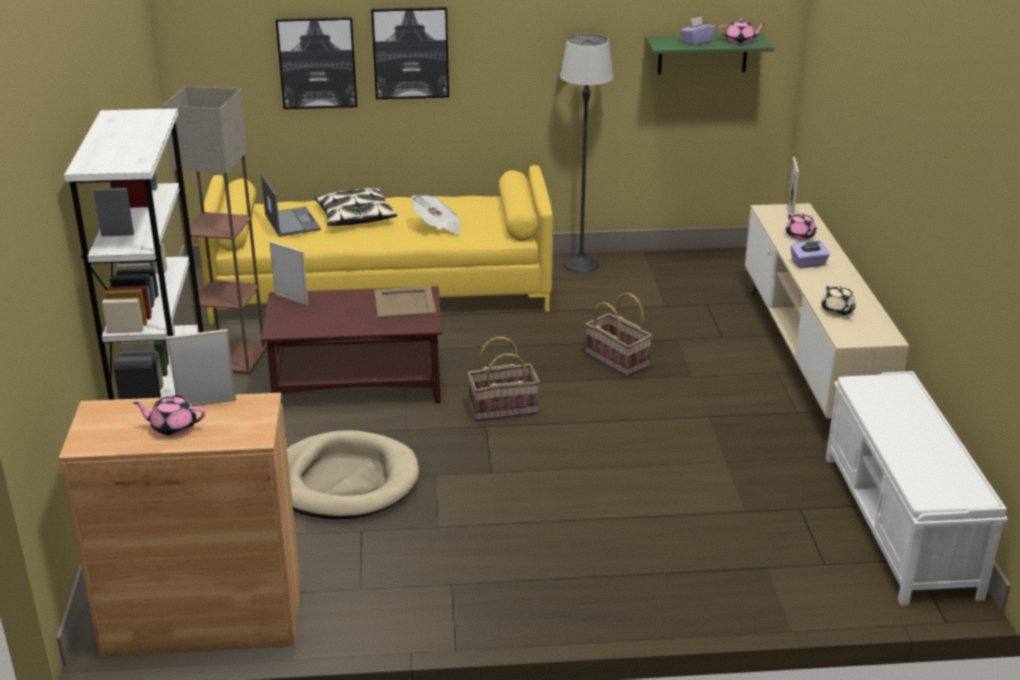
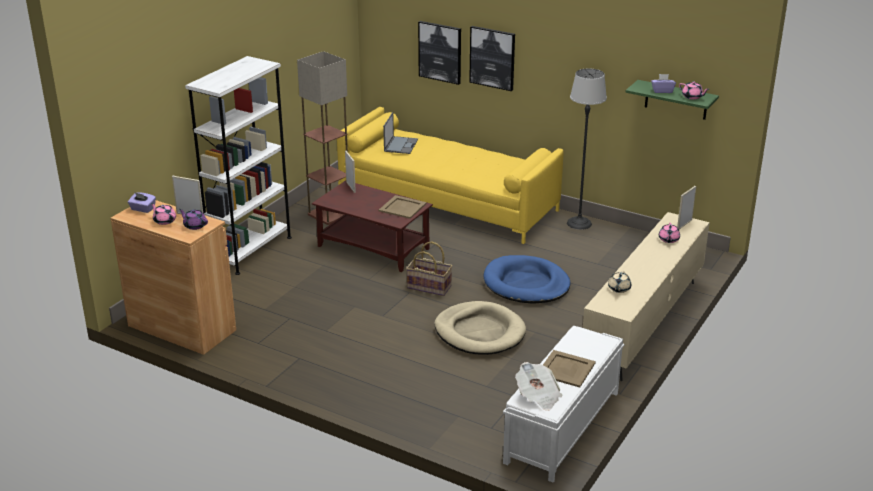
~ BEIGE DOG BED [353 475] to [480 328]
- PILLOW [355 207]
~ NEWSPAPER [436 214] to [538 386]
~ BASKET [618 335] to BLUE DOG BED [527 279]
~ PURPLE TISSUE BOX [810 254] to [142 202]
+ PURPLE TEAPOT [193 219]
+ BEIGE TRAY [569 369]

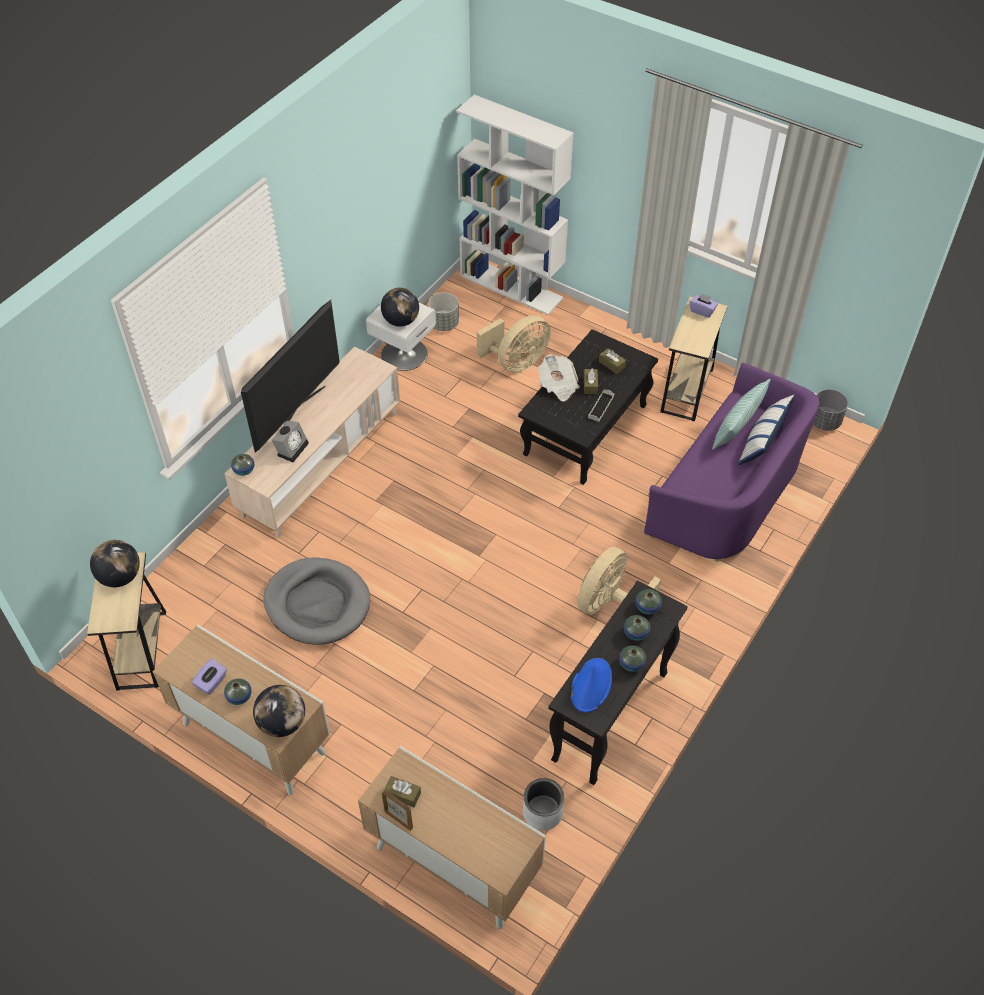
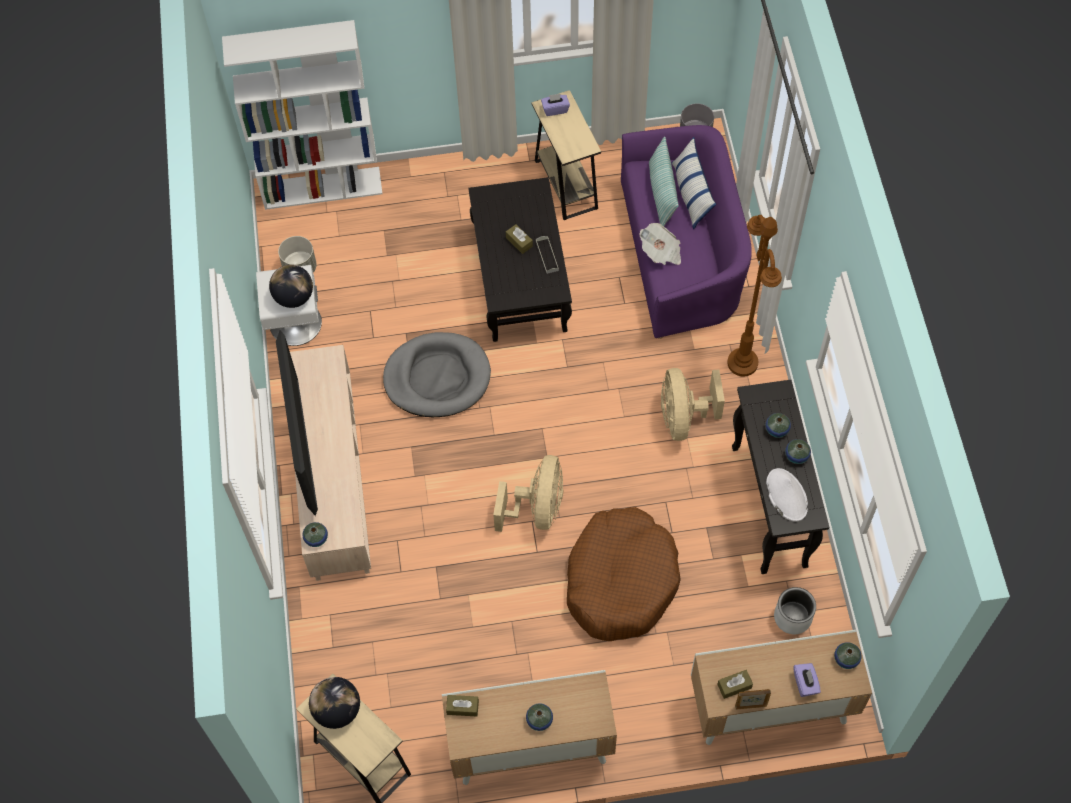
~ PURPLE TISSUE BOX [209 677] to [807 680]
- GLOBE [279 711]
~ GREY DOG BED [316 601] to [437 374]
- ALARM CLOCK [290 441]
~ BEIGE FAN [514 343] to [528 493]
~ NEWSPAPER [559 378] to [660 244]
~ BLUE HAT [591 685] to WHITE HAT [787 495]
~ BROWN TISSUE BOX [612 361] to [462 705]
~ VASE [649 601] to [848 655]
+ BROWN DOG BED [624 574]
+ BROWN FLOOR LAMP [754 296]

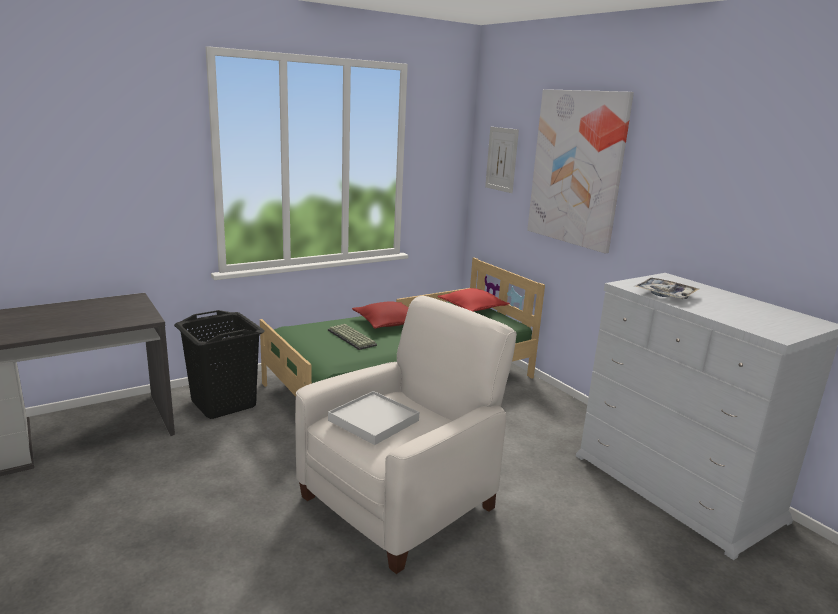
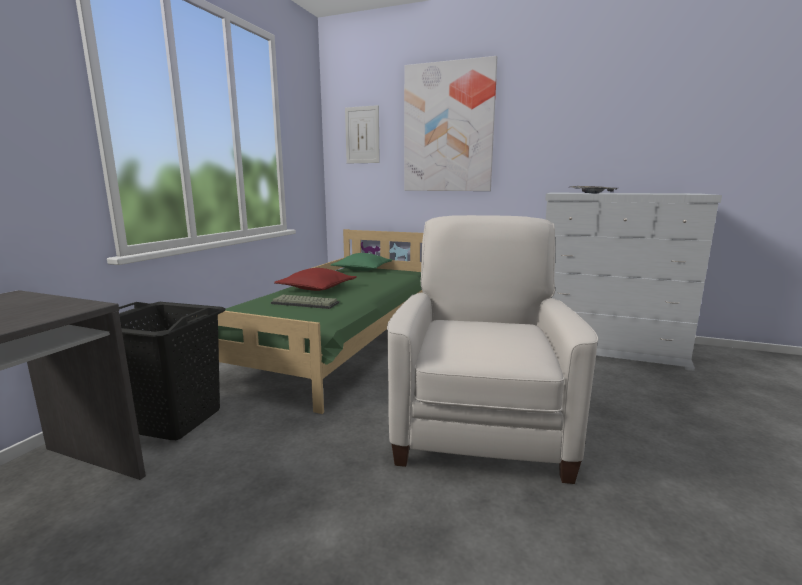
- WHITE TRAY [373 418]
~ RED PILLOW [473 300] to GREEN PILLOW [362 262]

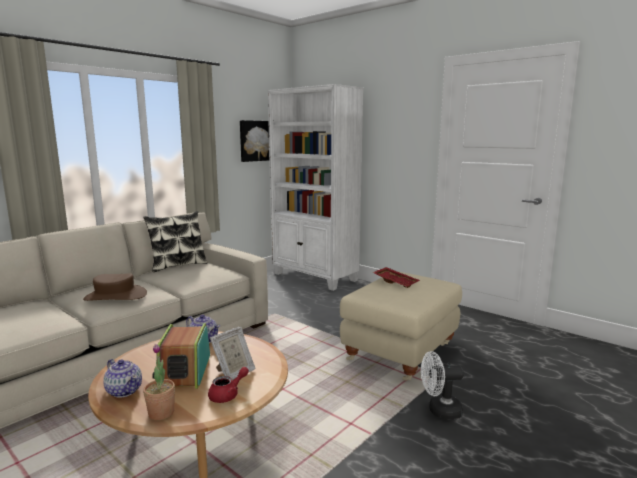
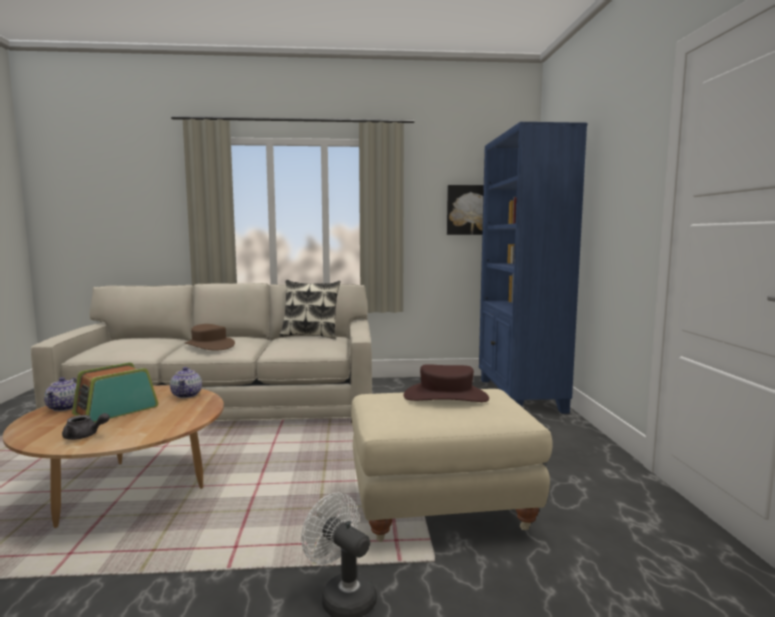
- POTTED PLANT [159 382]
~ RED TEAPOT [228 385] to GREY TEAPOT [86 426]
- PICTURE FRAME [232 353]
~ WHITE BOOKCASE [315 187] to BLUE BOOKCASE [533 268]
~ RED TRAY [396 277] to BROWN HAT [446 383]

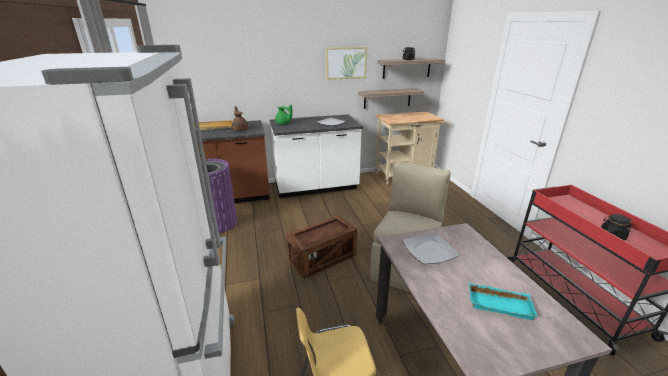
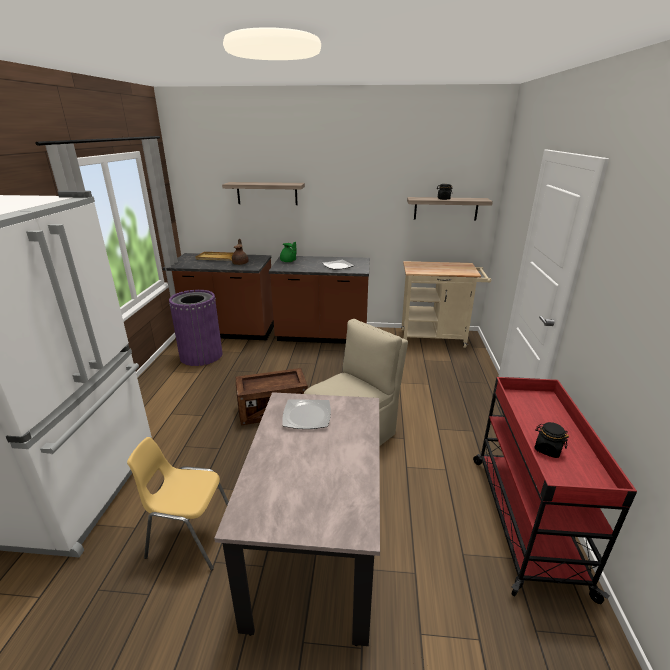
~ WHITE COUNTER [316 156] to BROWN COUNTER [319 300]
- PICTURE [346 63]
~ SHELF [391 98] to [263 193]
- TURQUOISE TRAY [503 301]

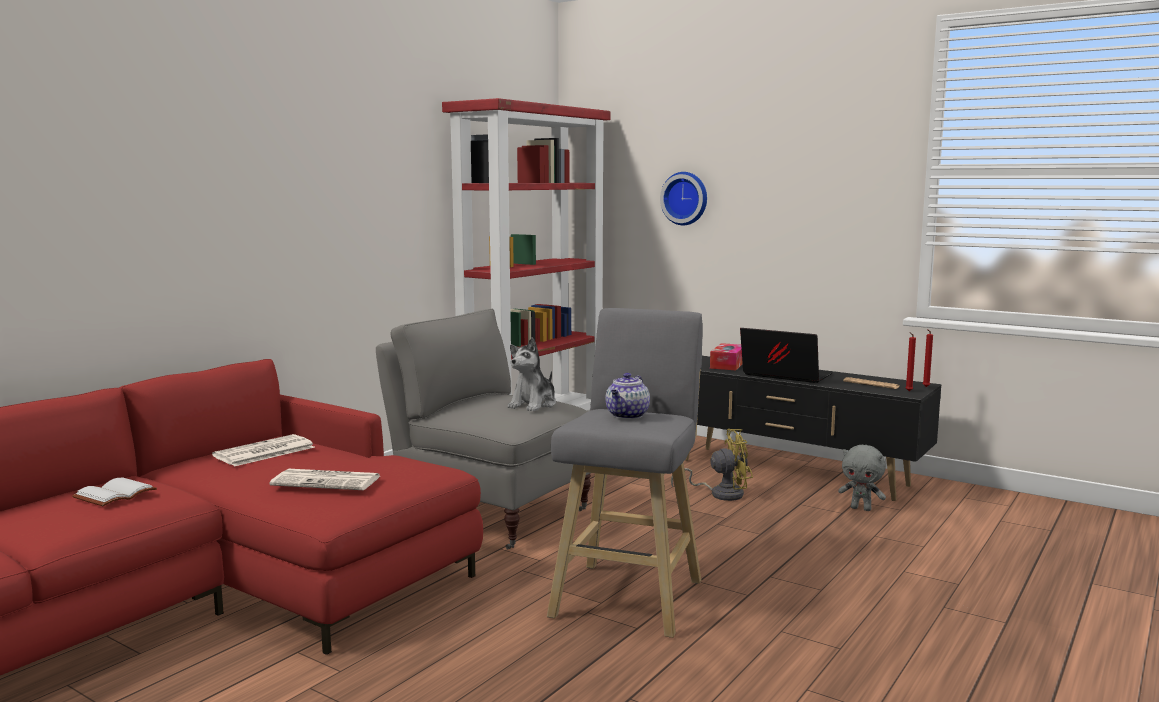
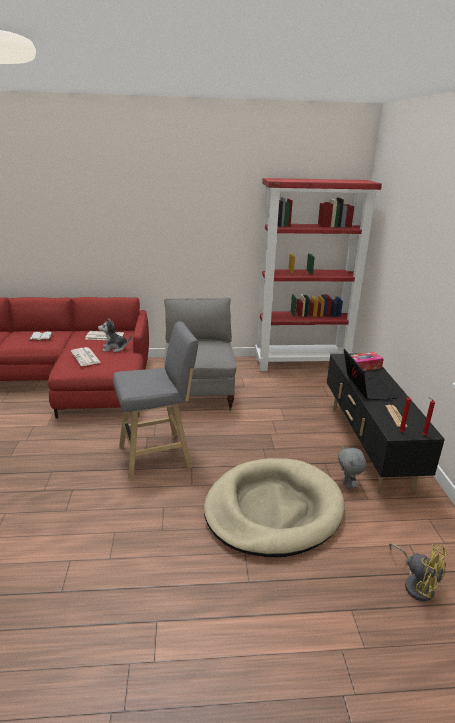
~ PLUSH TOY [532 374] to [114 335]
- TEAPOT [628 396]
- WALL CLOCK [683 198]
~ YELLOW FAN [712 465] to [419 572]
+ BEIGE DOG BED [274 507]

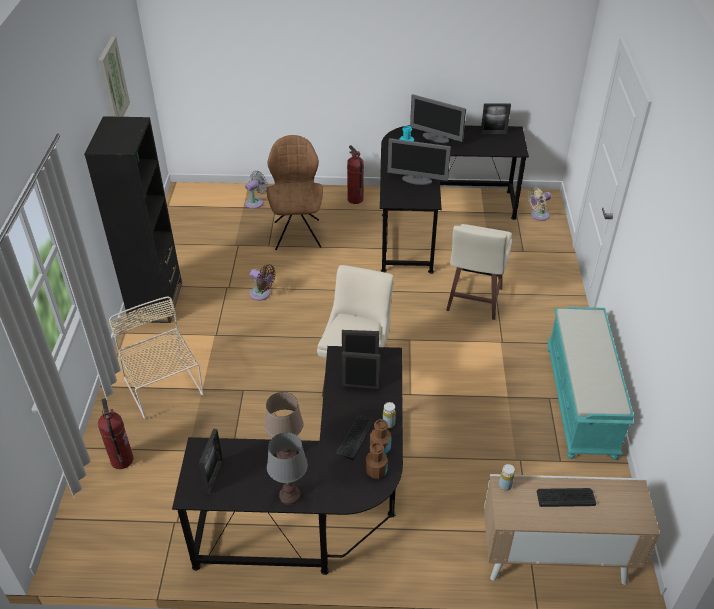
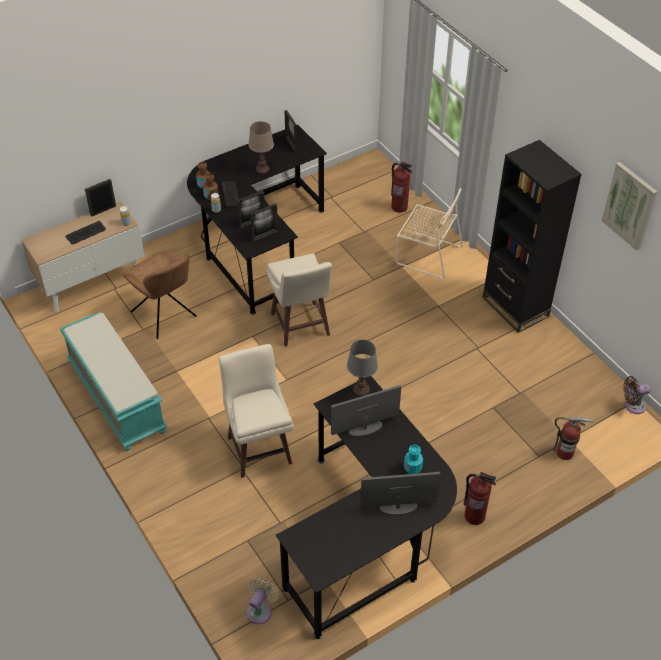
~ GREY FAN [256 190] to FIRE EXTINGUISHER [573 438]
~ BROWN FAN [263 282] to [637 395]
~ BROWN CHAIR [295 192] to [160 295]
~ GREY TABLE LAMP [287 468] to [362 368]
~ PICTURE FRAME [496 118] to [100 198]

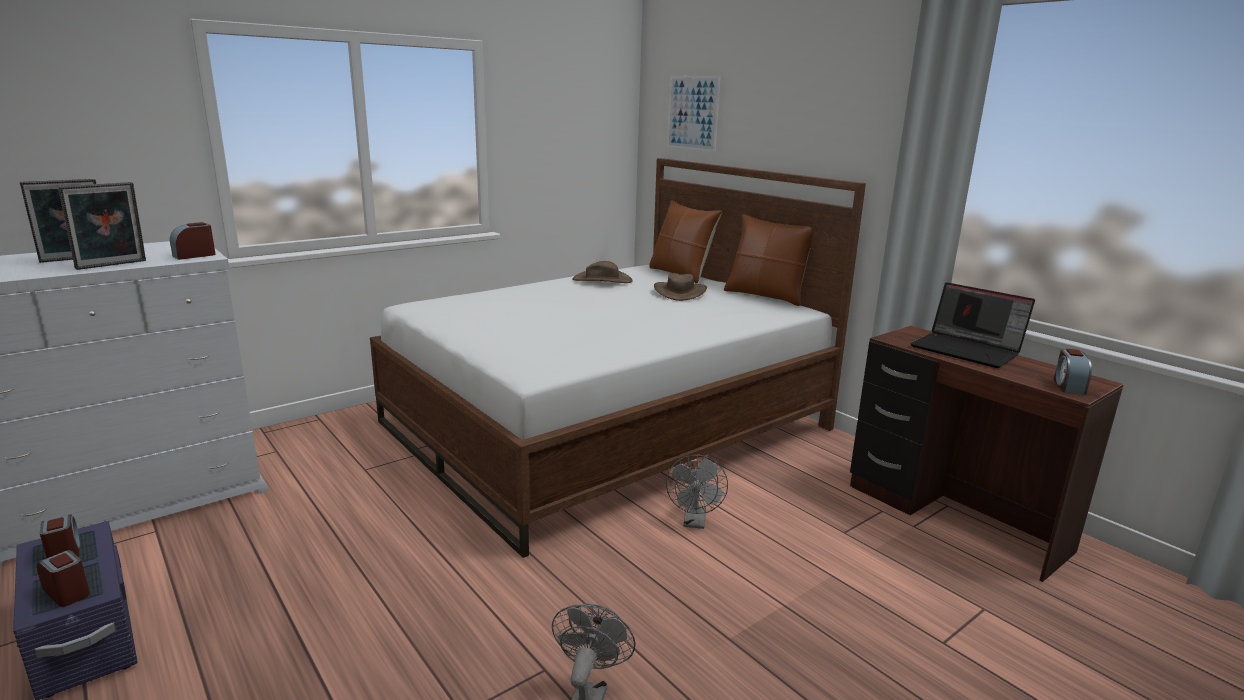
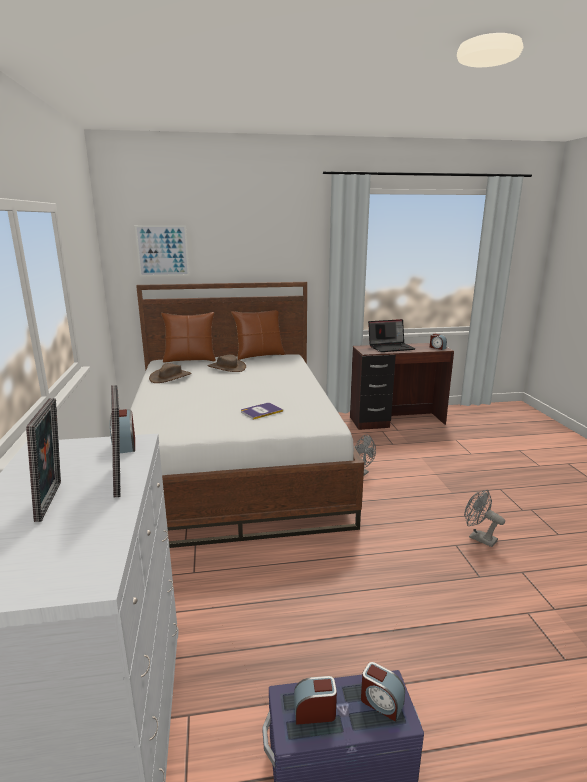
~ ALARM CLOCK [63 578] = [383 692] 120 degrees counterclockwise
+ BOOK [262 411]

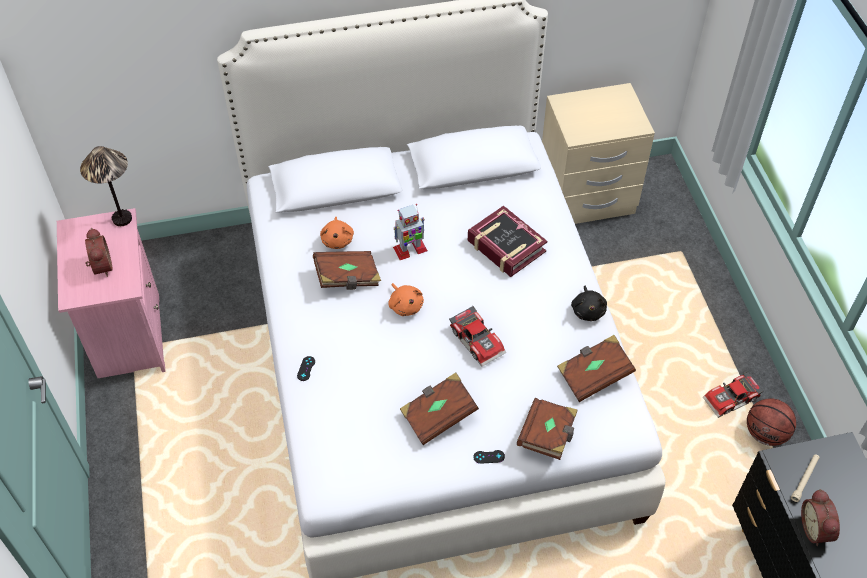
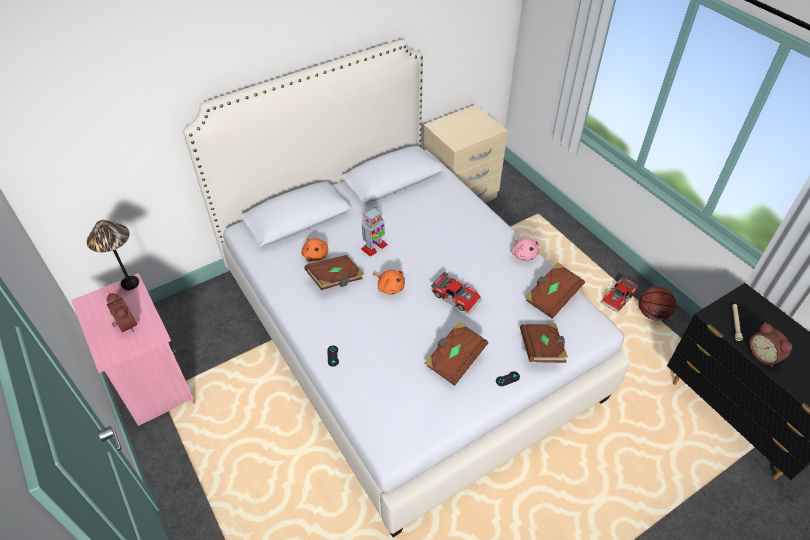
- BOOK [507 241]
~ BLACK PLUSH TOY [589 303] to PINK PLUSH TOY [526 249]

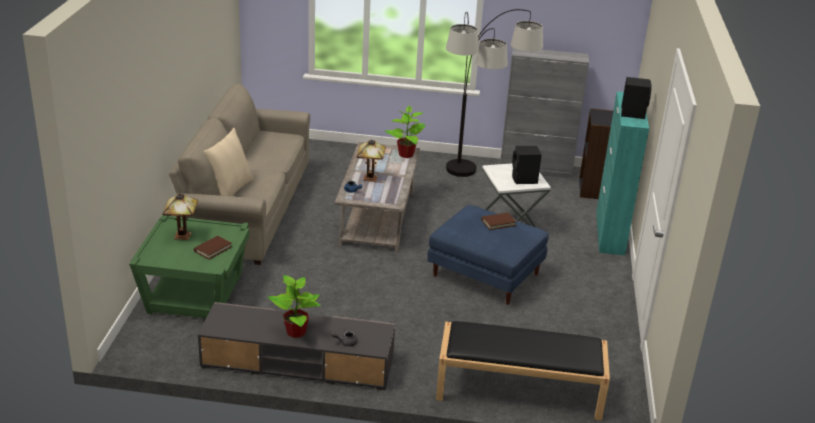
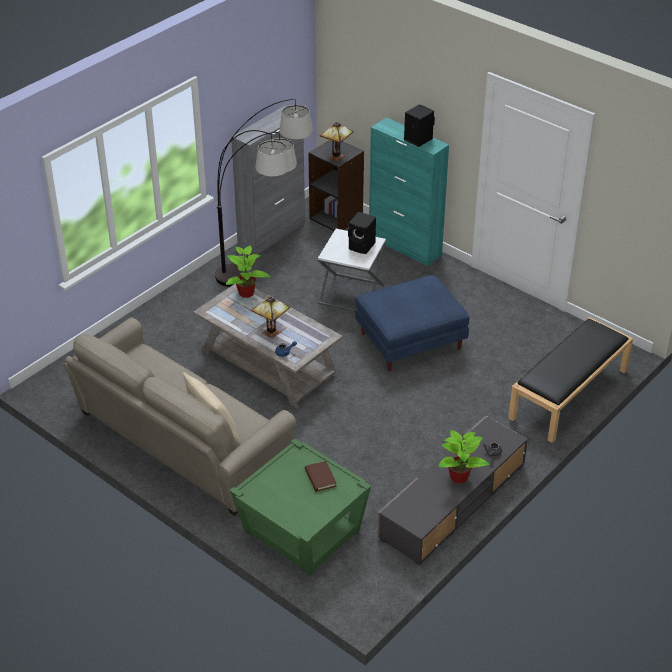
~ TABLE LAMP [180 216] to [336 141]
- BROWN BOOK [498 221]

